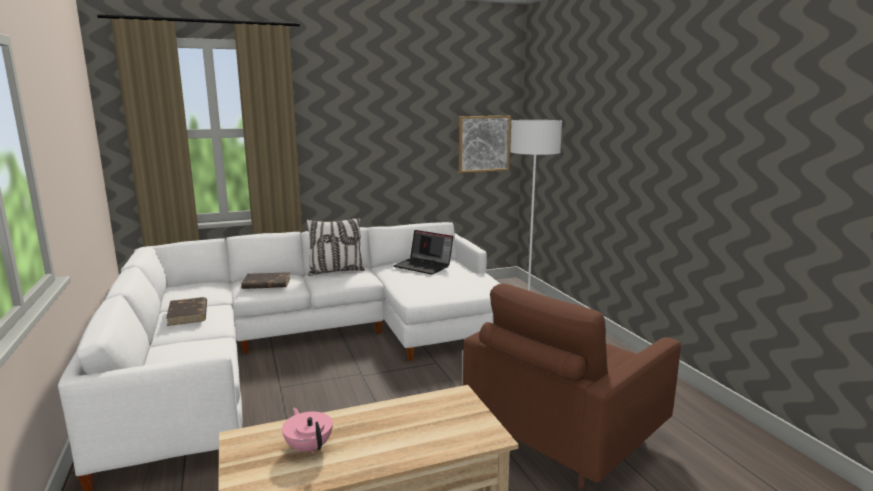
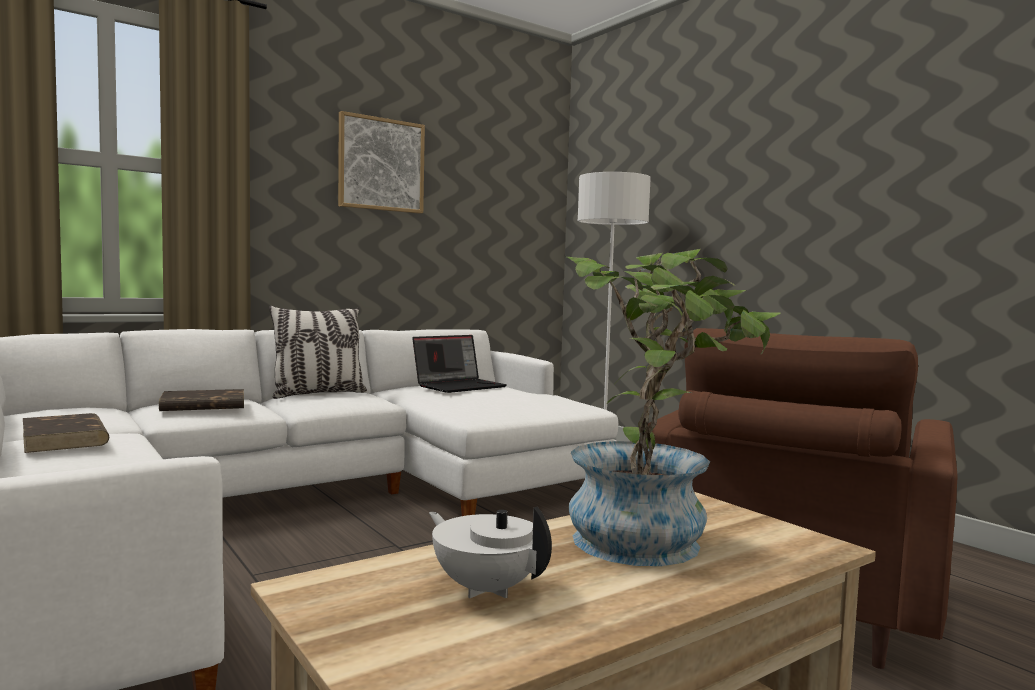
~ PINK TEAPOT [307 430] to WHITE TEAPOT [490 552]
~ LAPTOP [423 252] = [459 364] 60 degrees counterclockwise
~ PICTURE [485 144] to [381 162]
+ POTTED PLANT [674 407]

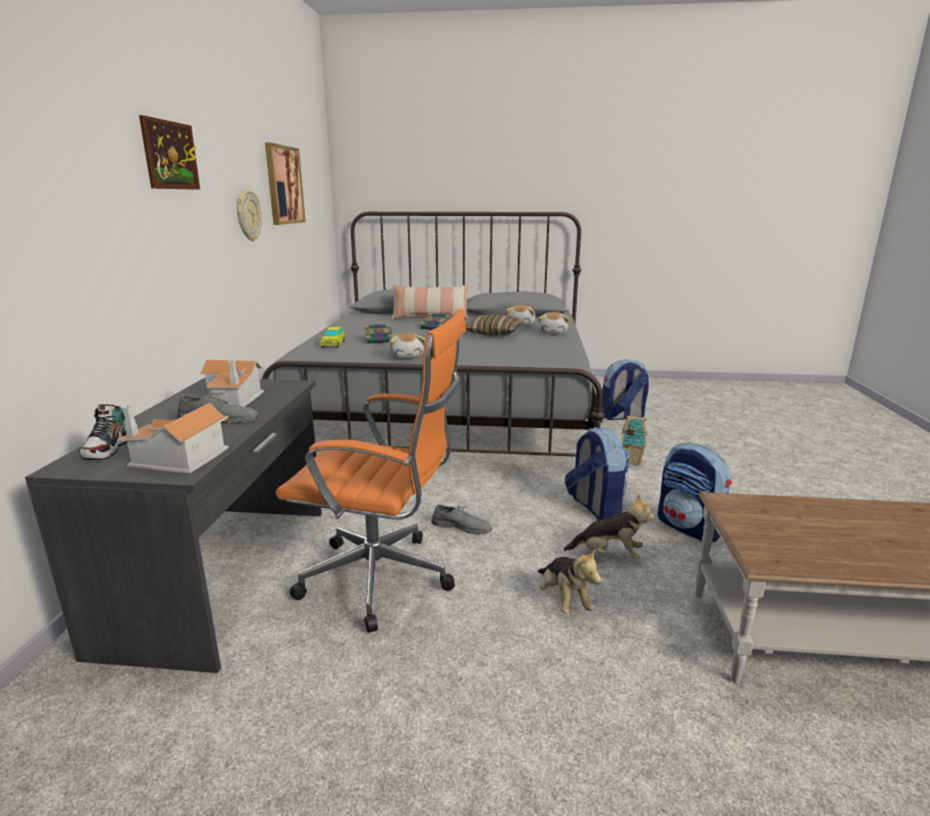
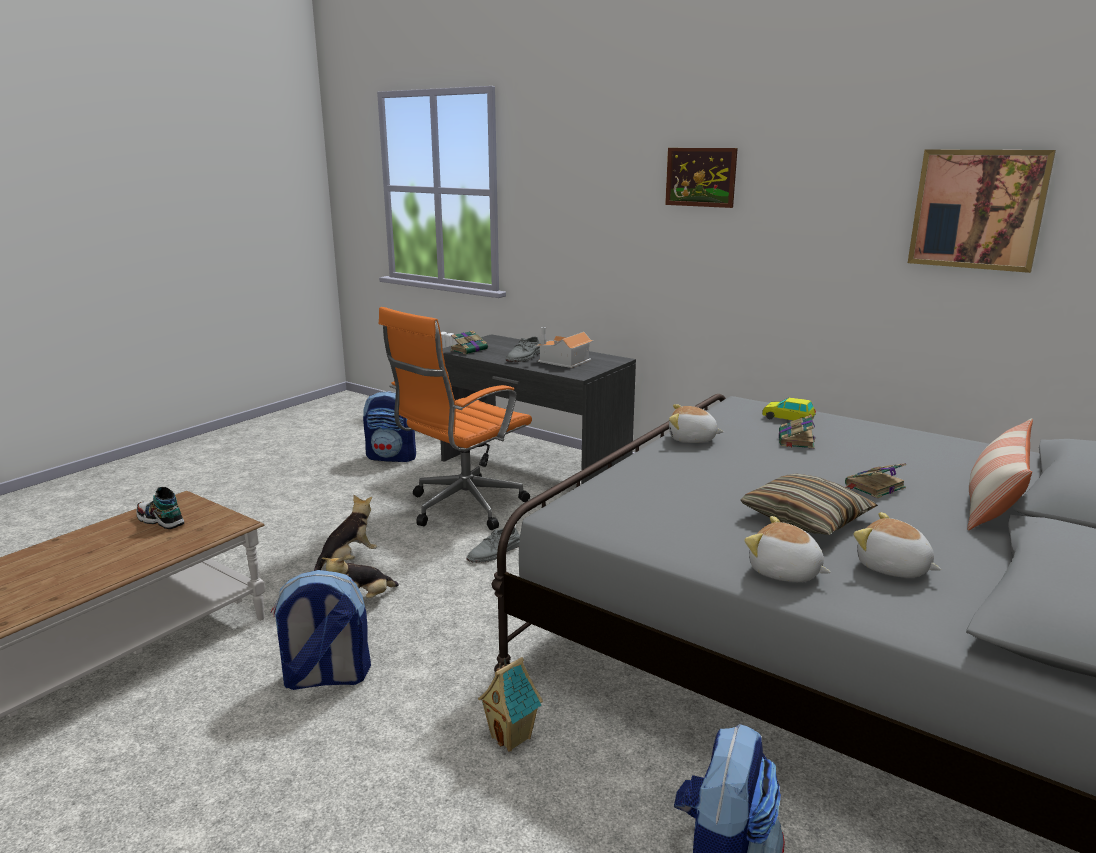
~ SHOE [103 432] to [160 508]
~ TOY HOUSE [173 438] to BOOK [469 342]
- WALL CLOCK [249 215]
~ PLUSH TOY [570 581] = [345 533] 120 degrees clockwise
~ BACKPACK [597 473] to [389 426]

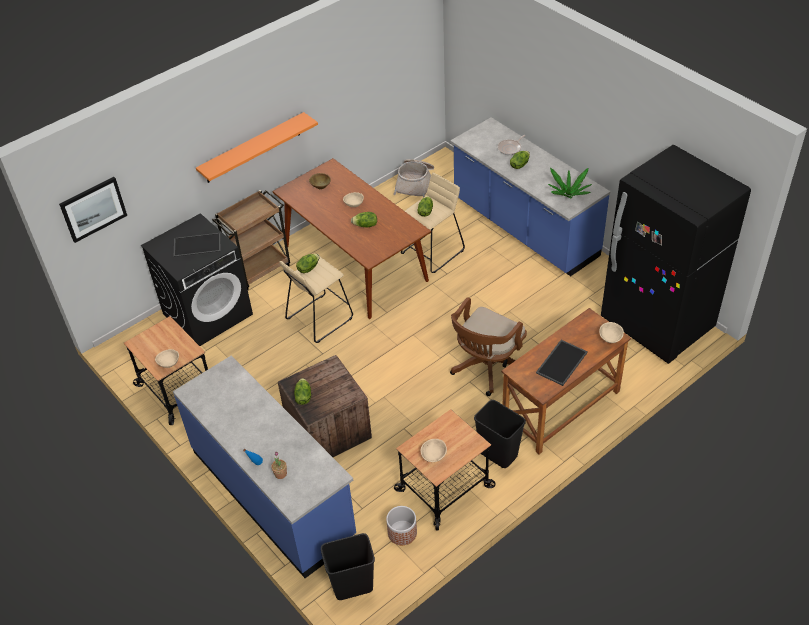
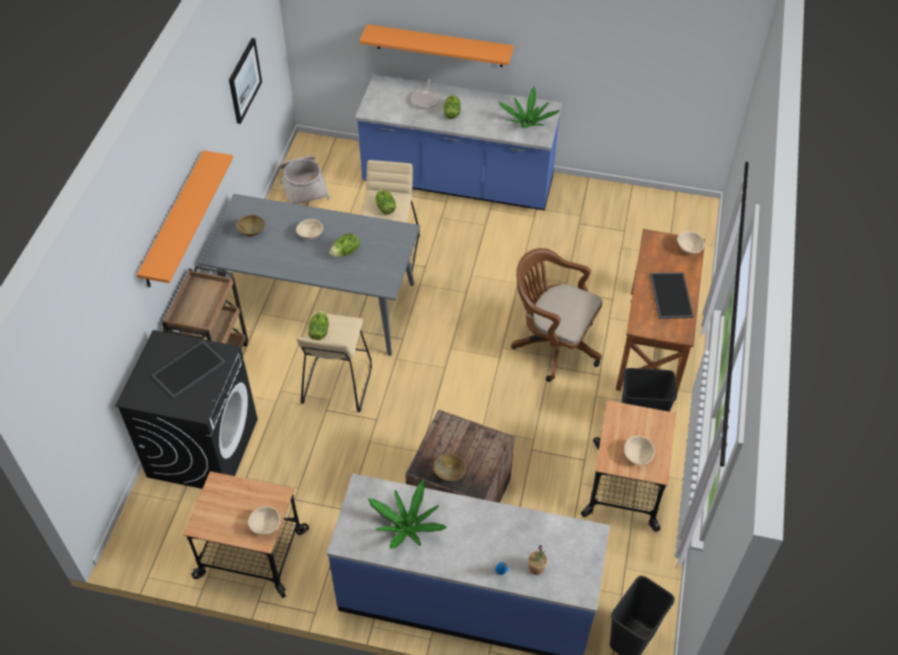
~ PICTURE [93 210] to [245 81]
~ BROWN DINING TABLE [351 238] to GREY DINING TABLE [309 275]
~ LETTUCE [302 391] to BROWN BOWL [449 467]
- PLANTER [401 525]
~ BROWN OFFICE CHAIR [488 346] = [556 315] 120 degrees clockwise
- BLACK FRIDGE [676 254]
+ ORANGE SHELF [436 45]
+ POTTED PLANT [407 514]

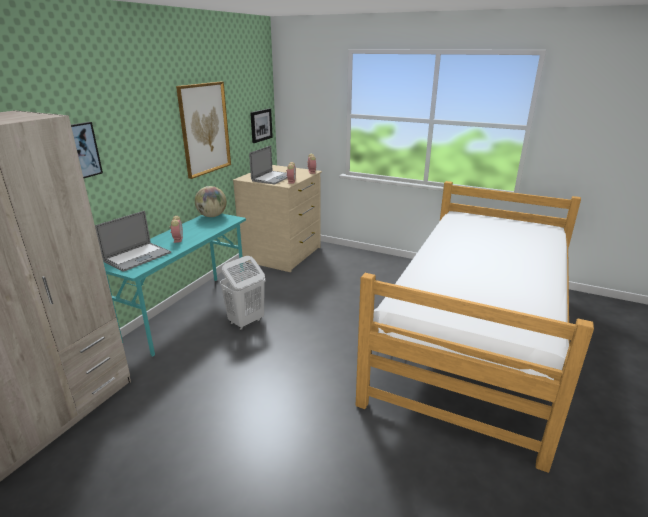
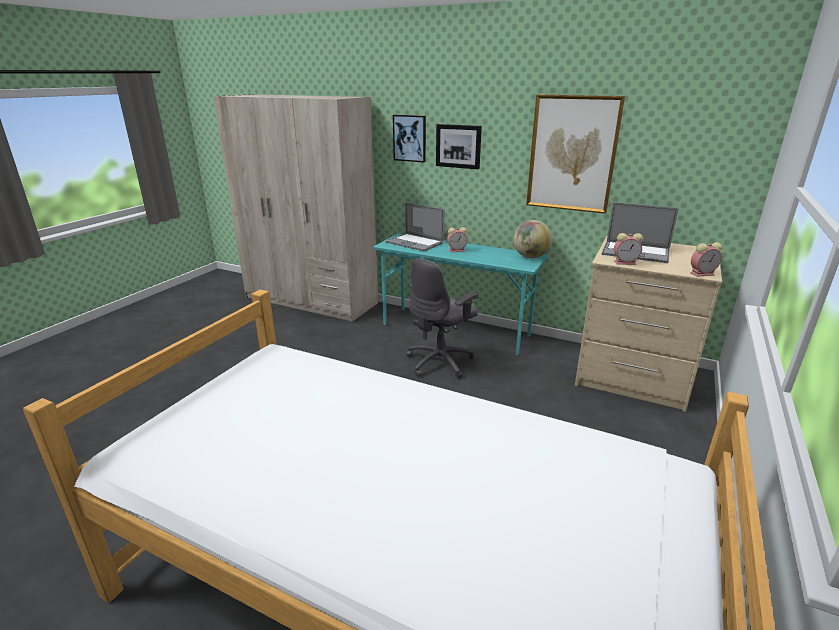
~ WHITE LAUNDRY BASKET [242 293] to GREY OFFICE CHAIR [442 318]
~ PICTURE [261 125] to [459 146]

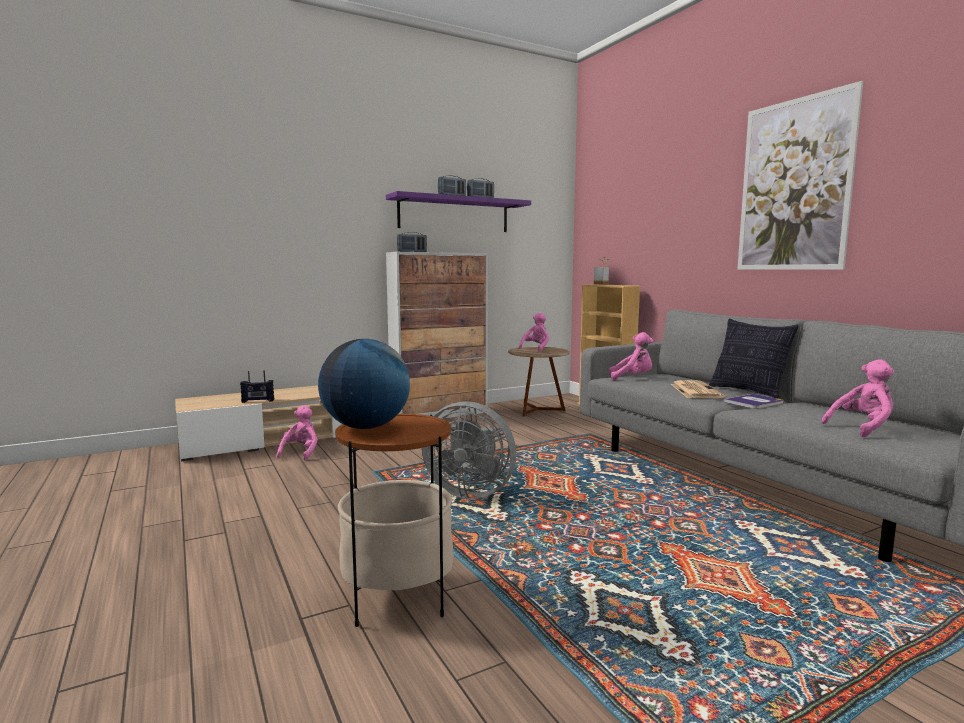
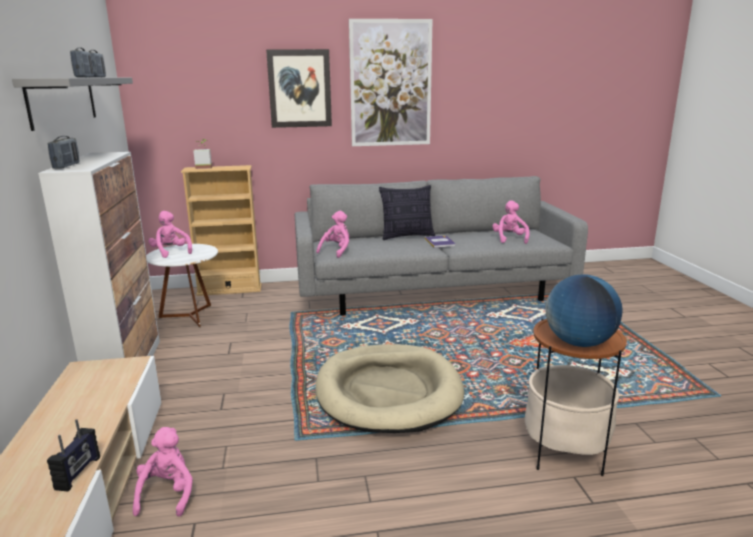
~ PINK PLUSH TOY [297 433] = [163 472] 60 degrees clockwise
~ PURPLE SHELF [458 211] to GREY SHELF [72 104]
~ GREY FAN [469 450] to BEIGE DOG BED [389 388]
~ BROWN SIDE TABLE [539 381] to WHITE SIDE TABLE [182 285]
- NEWSPAPER [697 389]
+ PICTURE [299 88]

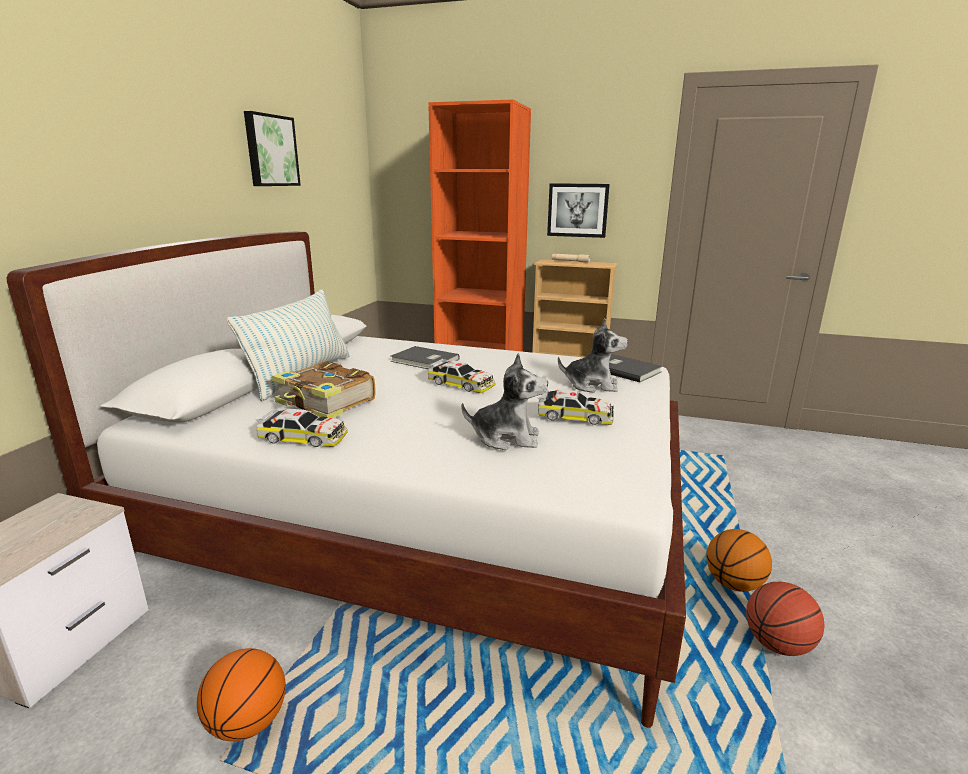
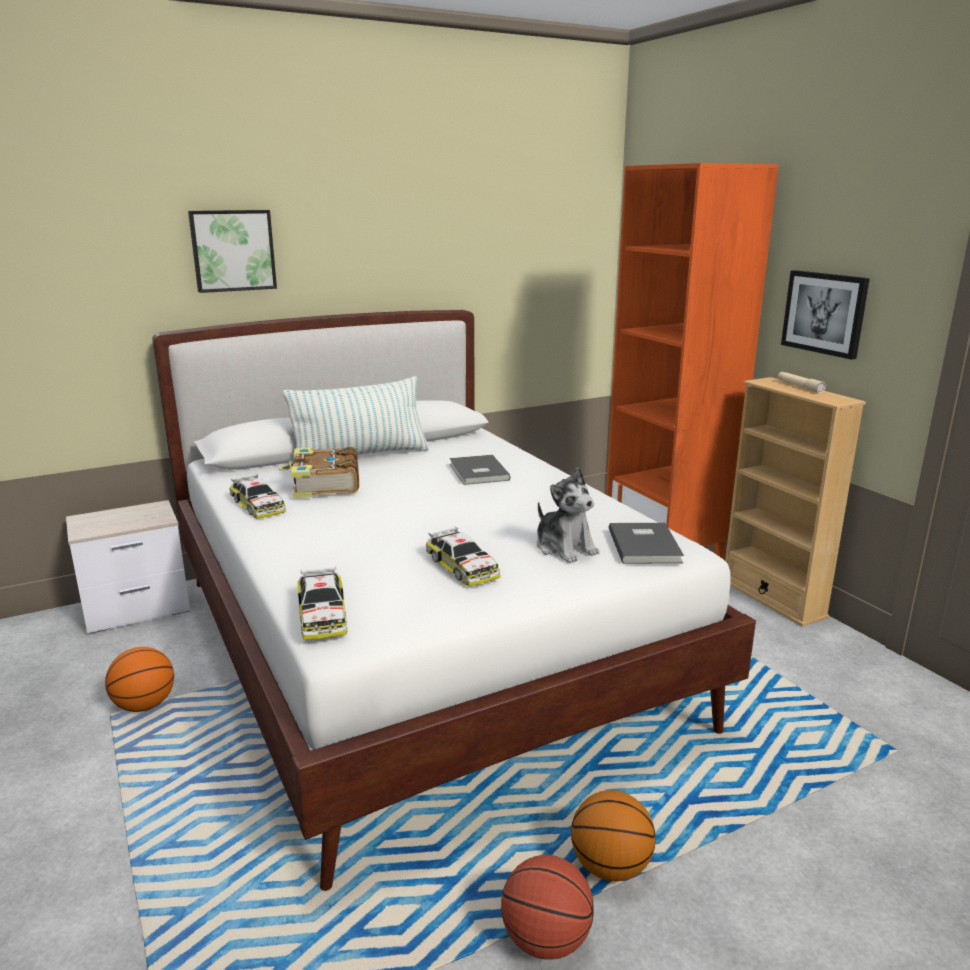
~ PICTURE [272 148] to [232 251]
~ TOY CAR [461 376] to [322 603]
- PLUSH TOY [504 401]

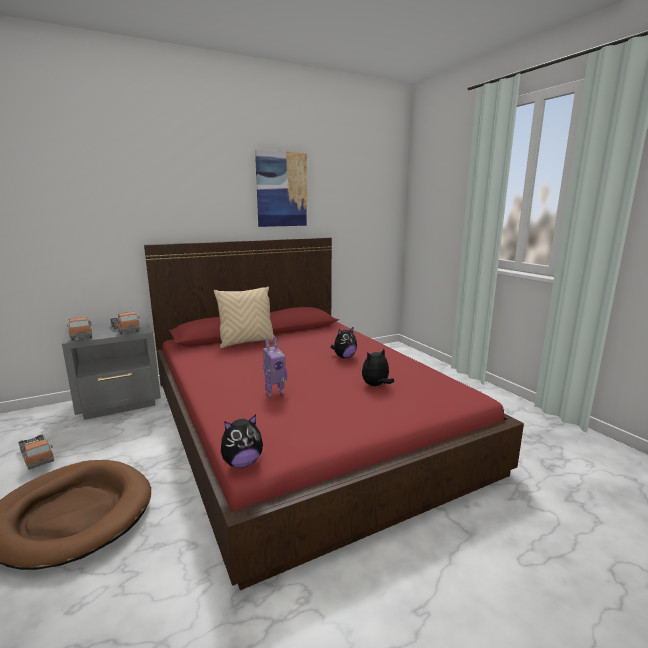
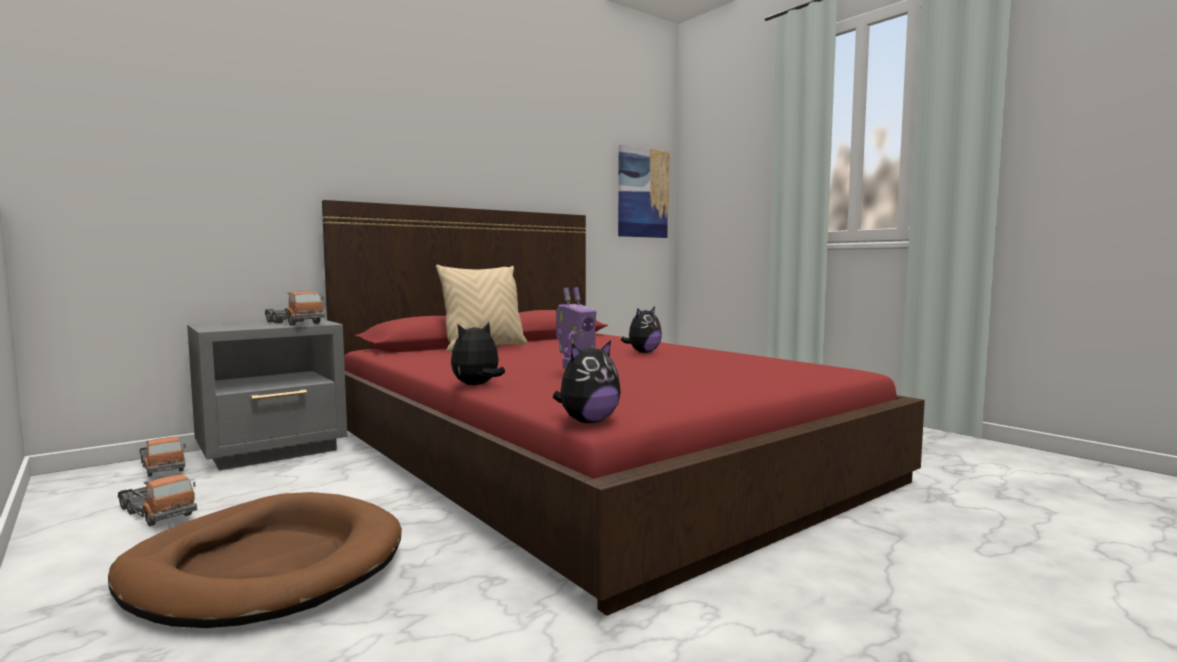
~ TOY TRUCK [79 328] to [163 457]
~ PICTURE [281 188] to [644 191]
~ PLUSH TOY [378 367] to [478 353]

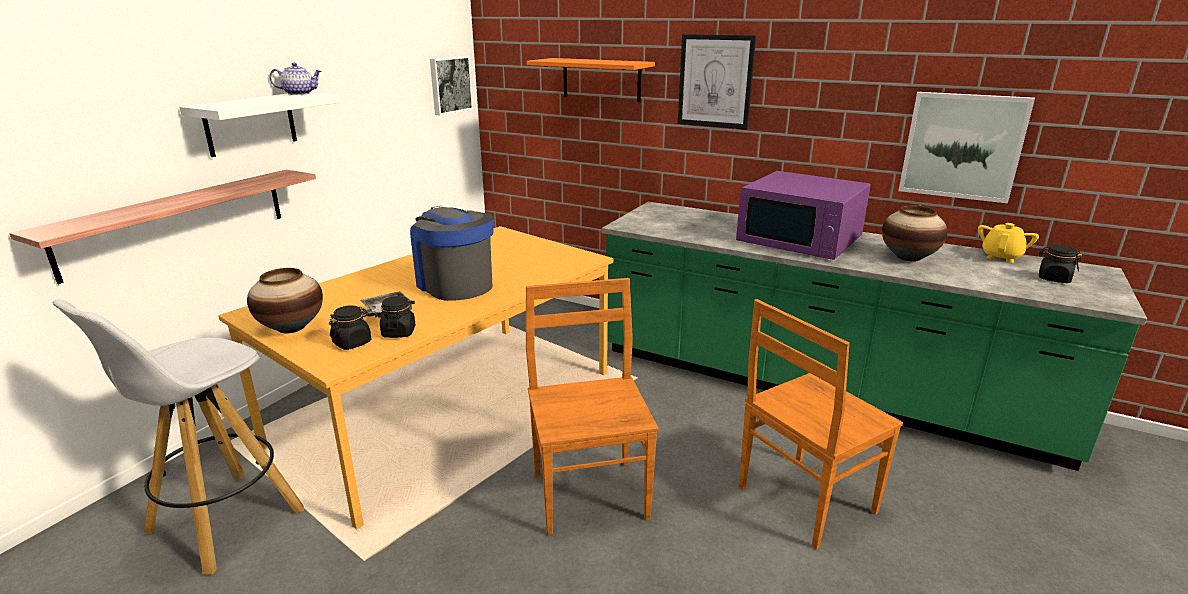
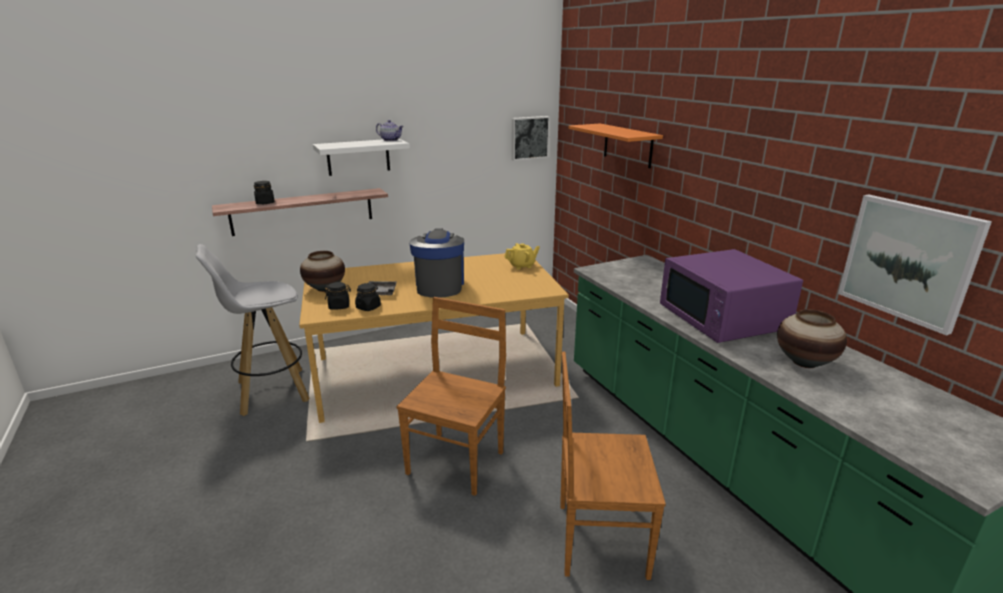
- PICTURE [717 82]
~ YELLOW TEAPOT [1008 243] to [522 256]
~ BLACK JAR [1060 264] to [264 192]

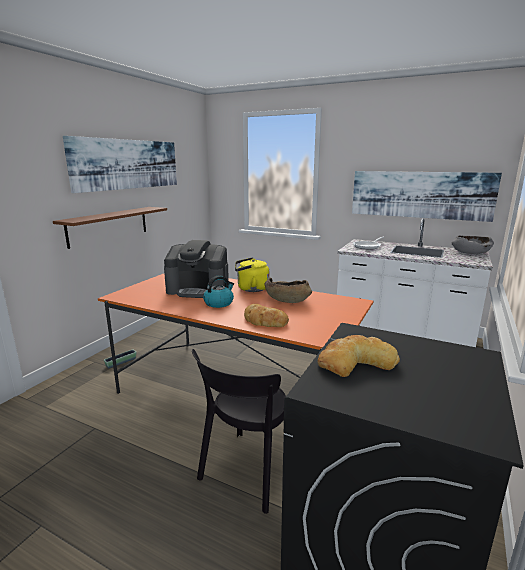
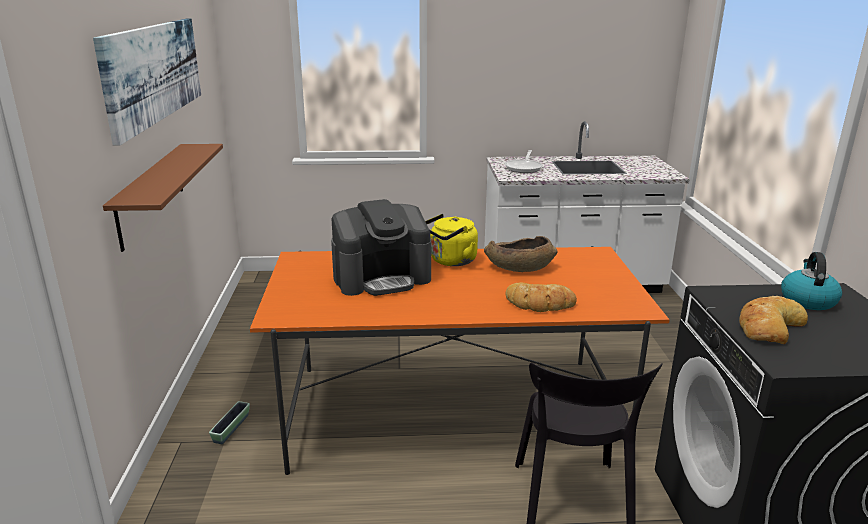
~ KETTLE [218 292] to [811 281]
- PICTURE [427 196]
- GREY BOWL [473 244]

